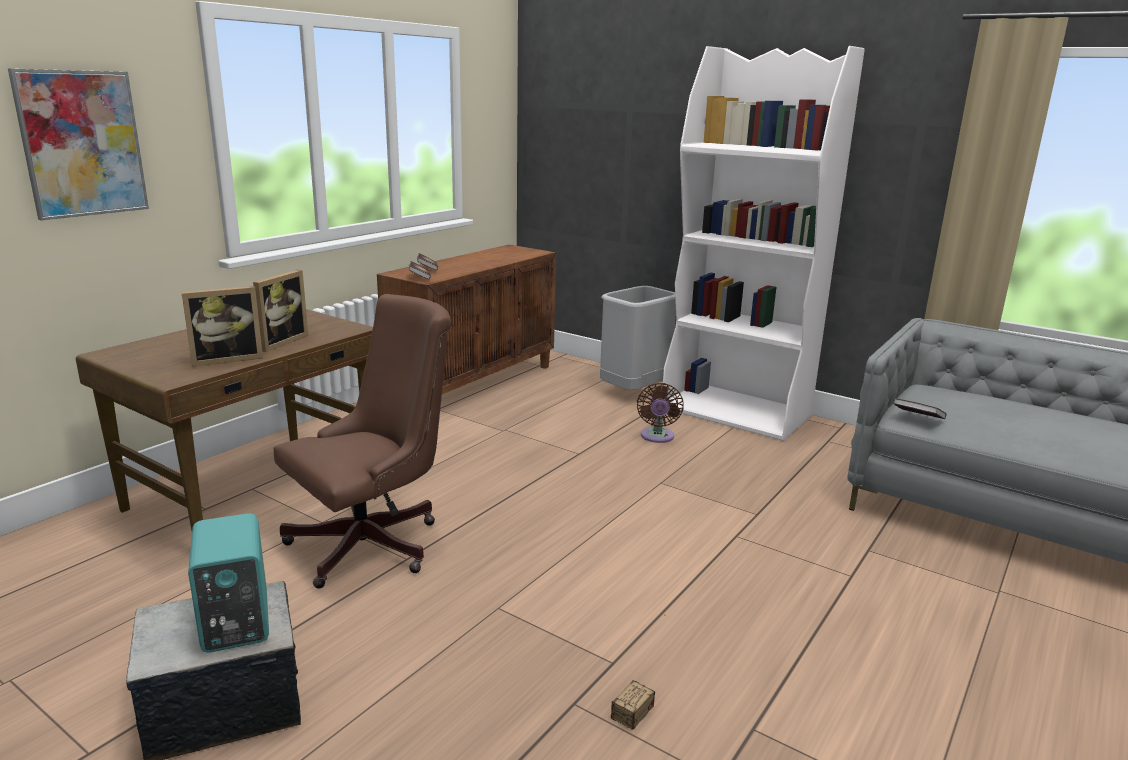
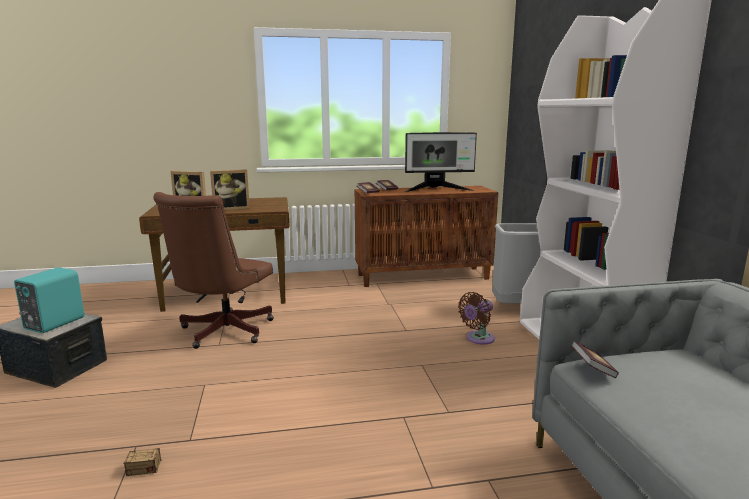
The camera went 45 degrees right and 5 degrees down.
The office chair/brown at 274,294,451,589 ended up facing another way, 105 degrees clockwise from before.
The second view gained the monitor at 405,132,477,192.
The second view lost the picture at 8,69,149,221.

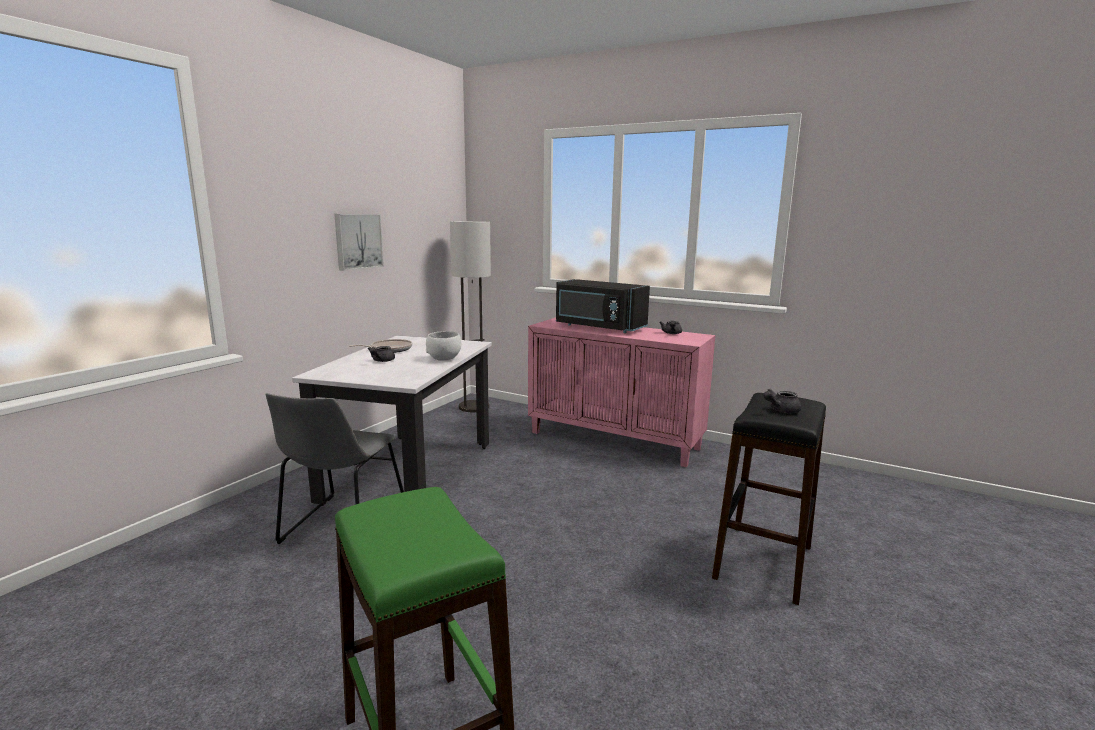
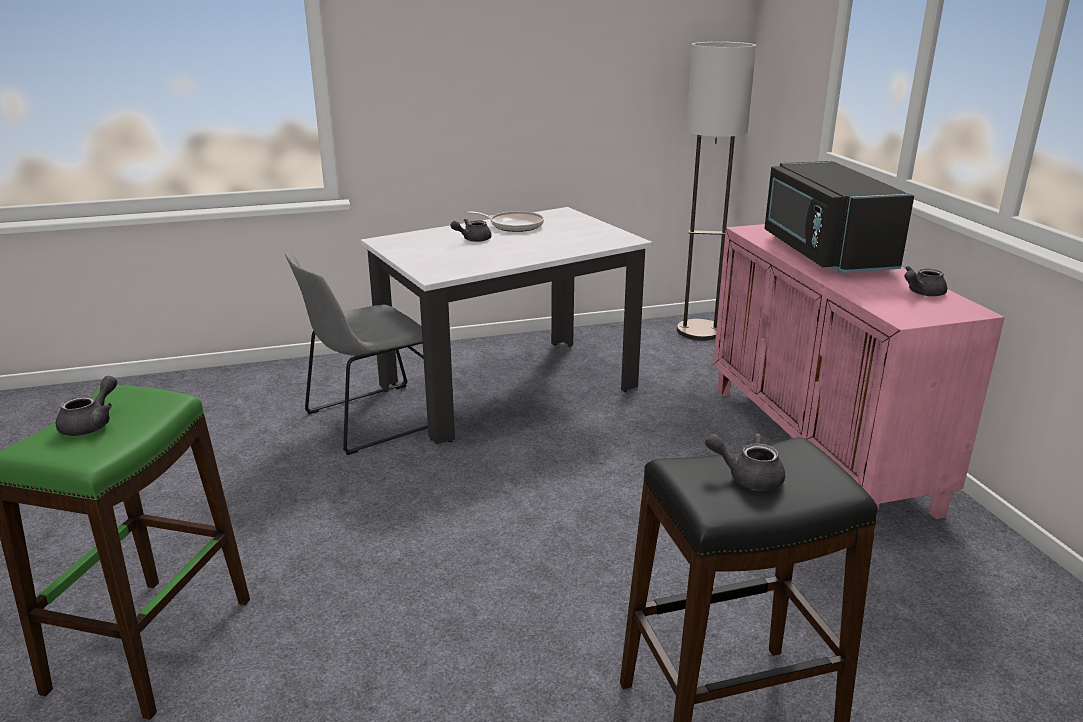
The camera went 45 degrees right and 10 degrees up.
The second view gained the teapot/grey at 56,376,117,436.
The second view lost the picture at 334,214,384,271.
The second view lost the bowl/white at 426,331,461,361.

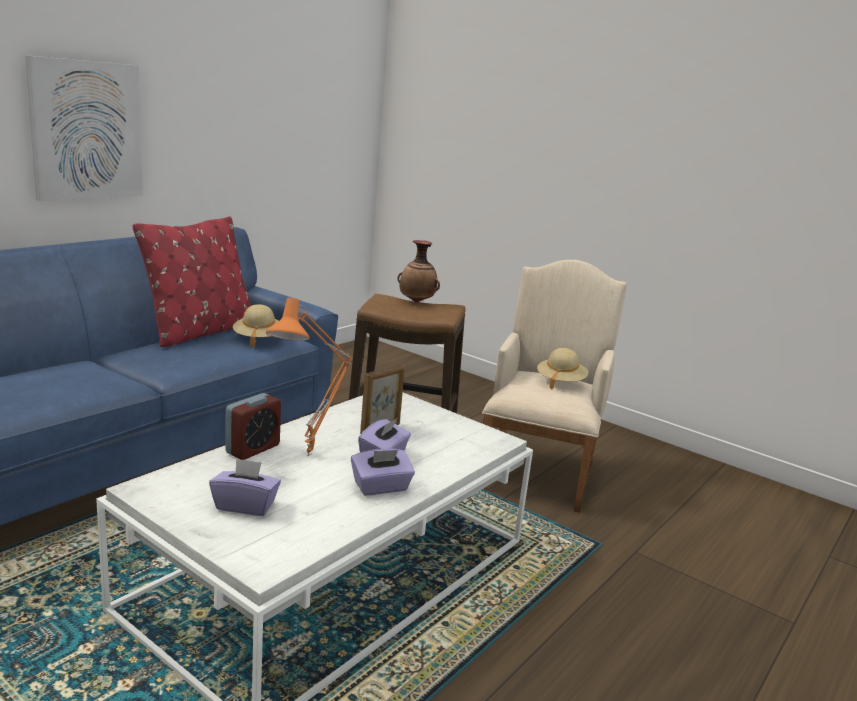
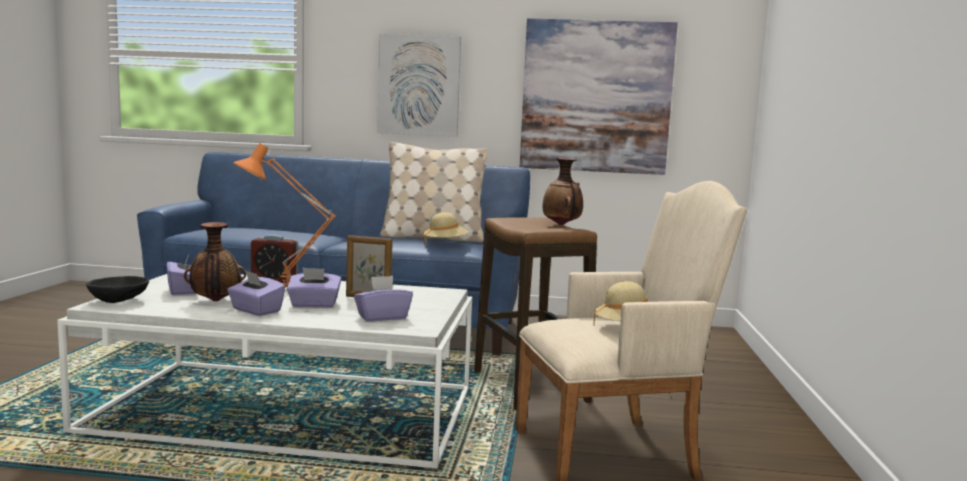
The camera went 60 degrees right and 10 degrees down.
The second view gained the bowl/black at 86,276,149,303.
The second view gained the vase at 184,222,246,301.
The second view gained the tissue box/purple at 354,276,413,321.
What was the pillow/red at 133,217,251,347 turned into the pillow/beige at 380,142,488,242.
The second view gained the picture at 520,18,678,175.

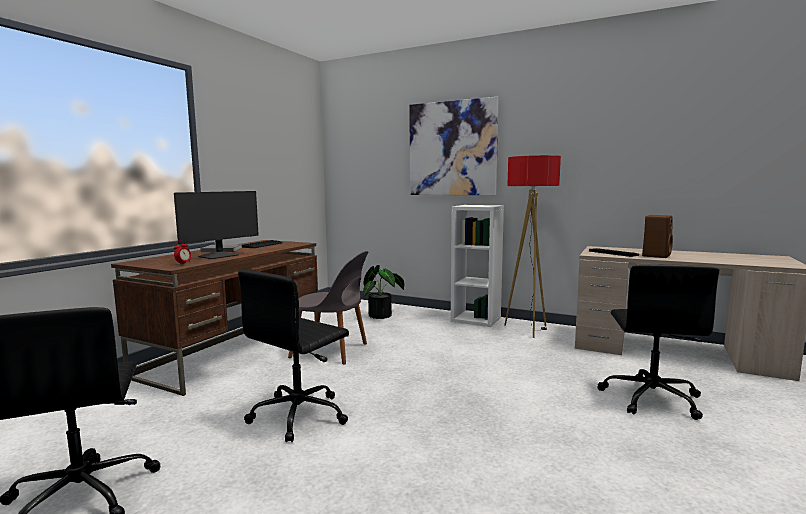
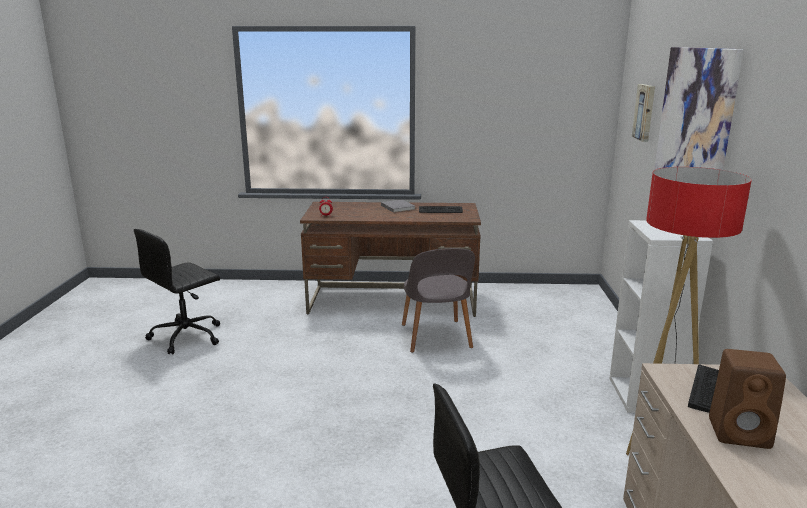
The camera went 65 degrees right and 10 degrees up.
The second view gained the picture at 632,84,655,142.
The second view lost the monitor at 174,191,259,259.
The second view lost the office chair/black at 238,270,349,442.
The second view lost the potted plant at 363,265,404,319.

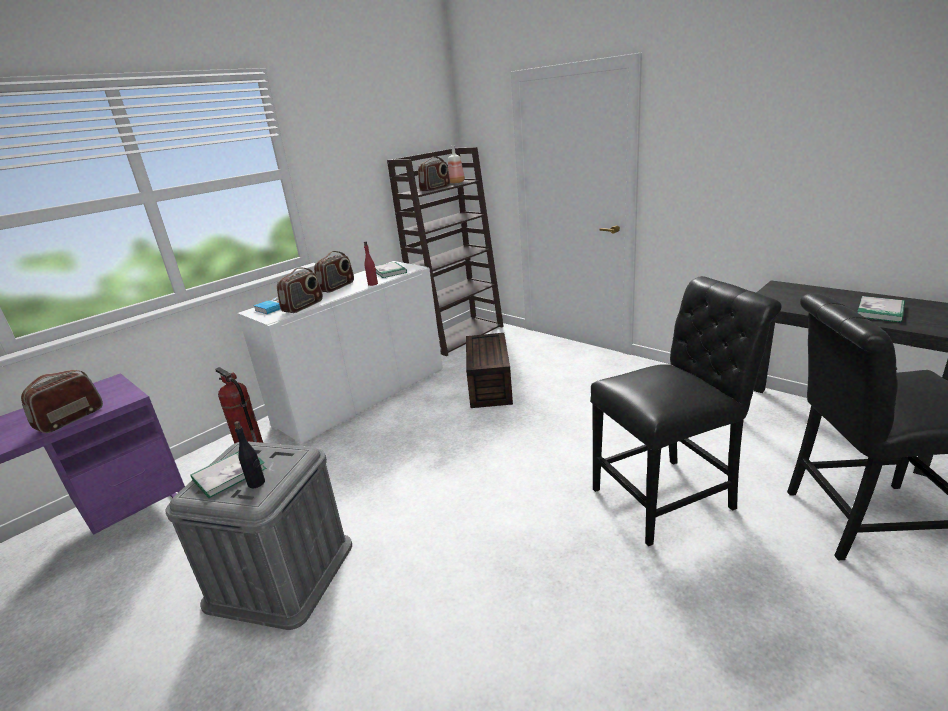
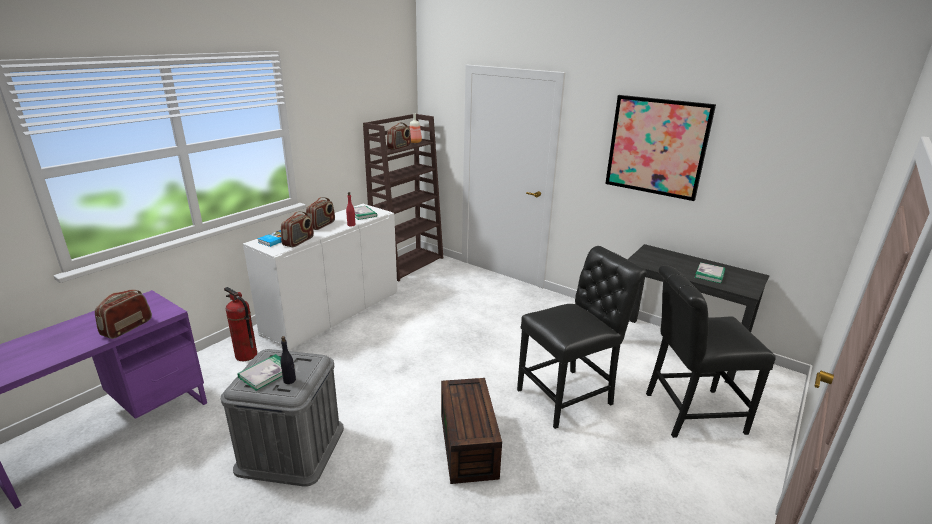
The camera went 10 degrees left and 0 degrees up.
The storage box/brown ended up elsewhere, having gone from 466,333,513,408 to 441,378,502,484.
The second view gained the picture at 605,95,716,201.

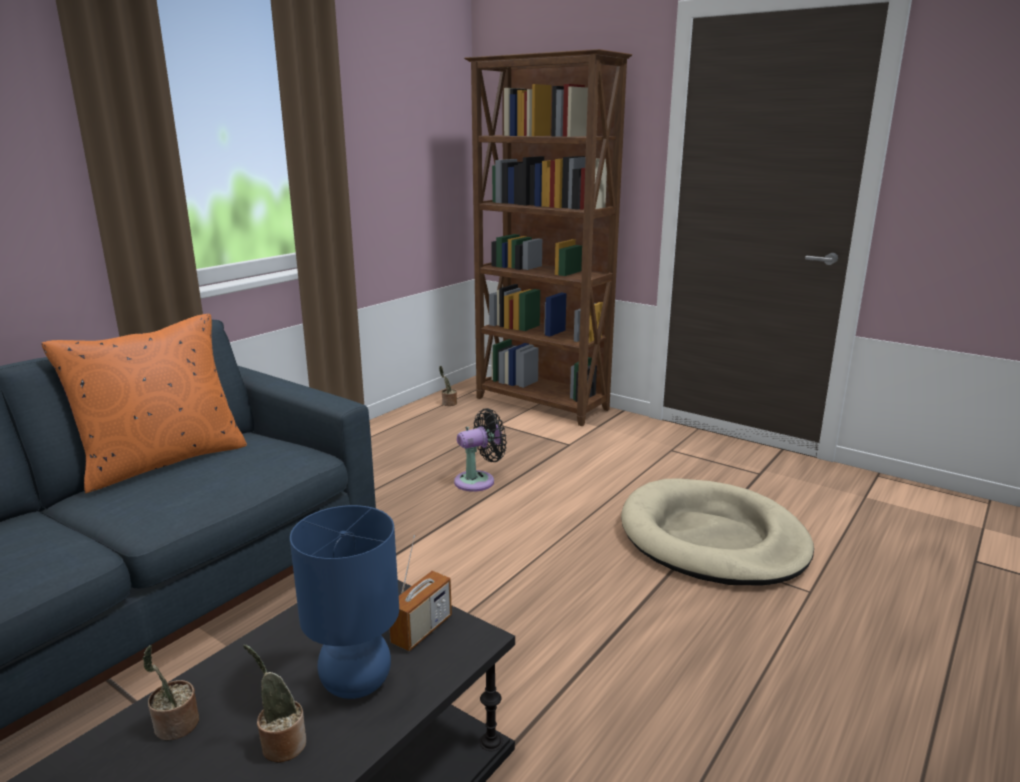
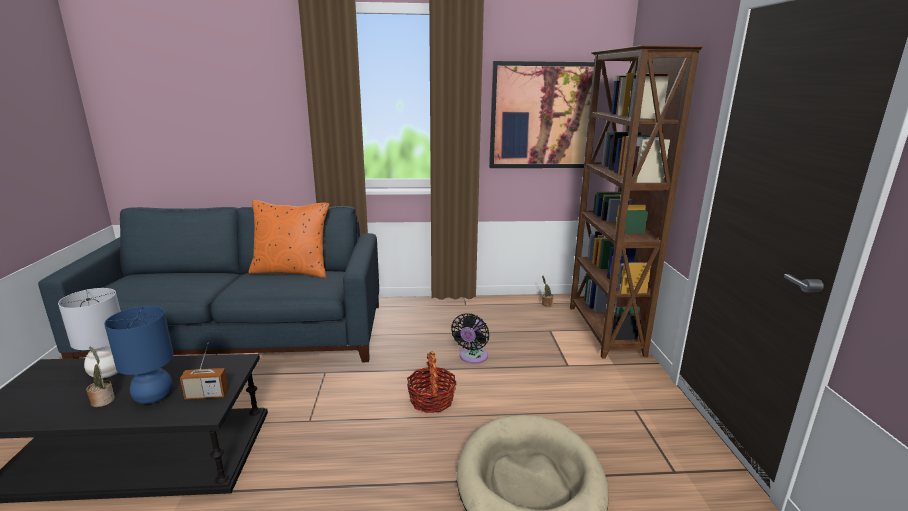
The camera went 50 degrees right and 0 degrees up.
Where the potted plant stood at 143,645,199,741, the table lamp/grey came to stand at 58,288,121,378.
The second view gained the basket at 407,351,456,413.
The fan/black at 454,408,507,492 ended up facing another way, 90 degrees clockwise from before.
The second view gained the picture at 489,61,594,168.

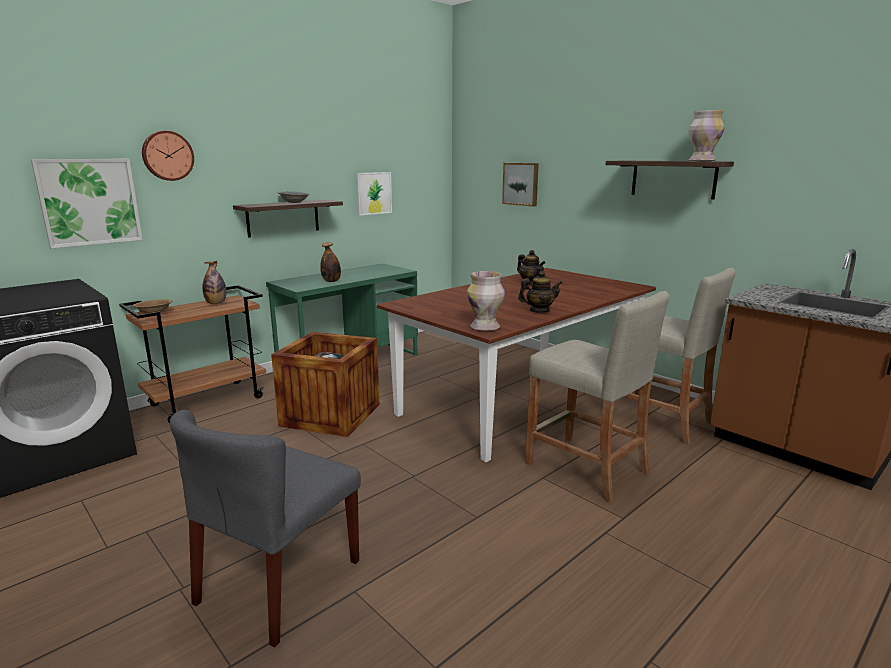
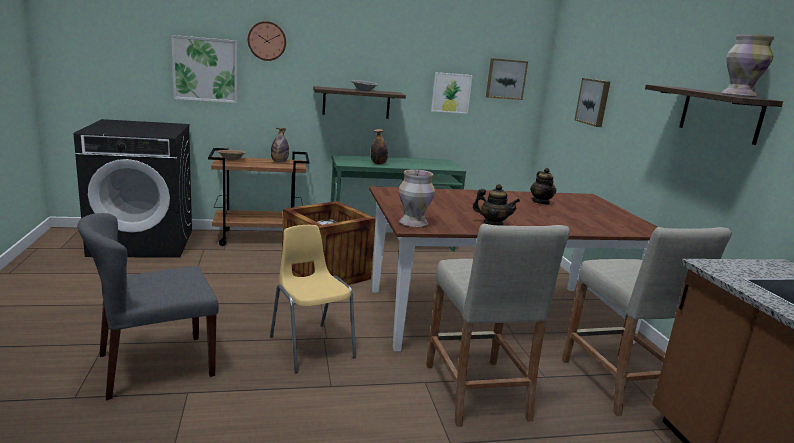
The camera went 30 degrees right and 0 degrees up.
The second view gained the chair/yellow at 270,225,356,373.
The second view gained the picture at 486,58,528,100.

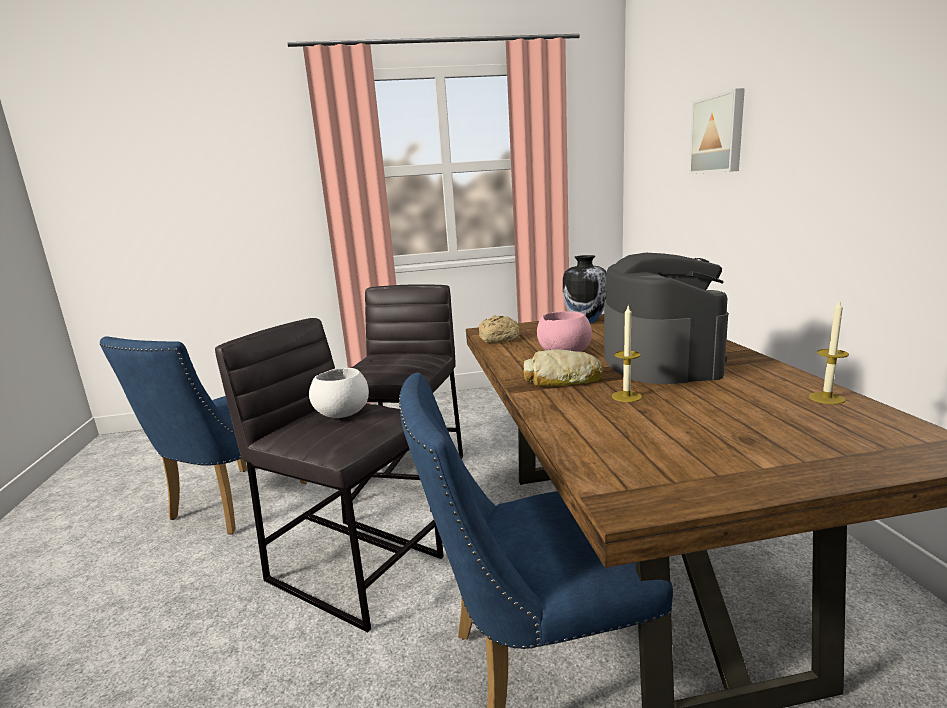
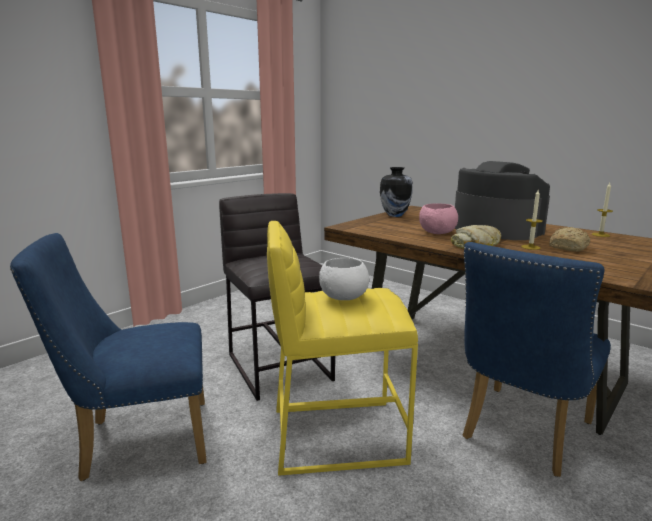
The camera went 40 degrees left and 0 degrees up.
The chair/blue at 99,336,307,534 ended up facing another way, 90 degrees clockwise from before.
What was the stool/grey at 215,318,444,632 turned into the stool/yellow at 267,221,418,476.
The bread ended up elsewhere, having gone from 479,316,519,343 to 549,227,590,252.
The second view lost the picture at 689,88,745,174.

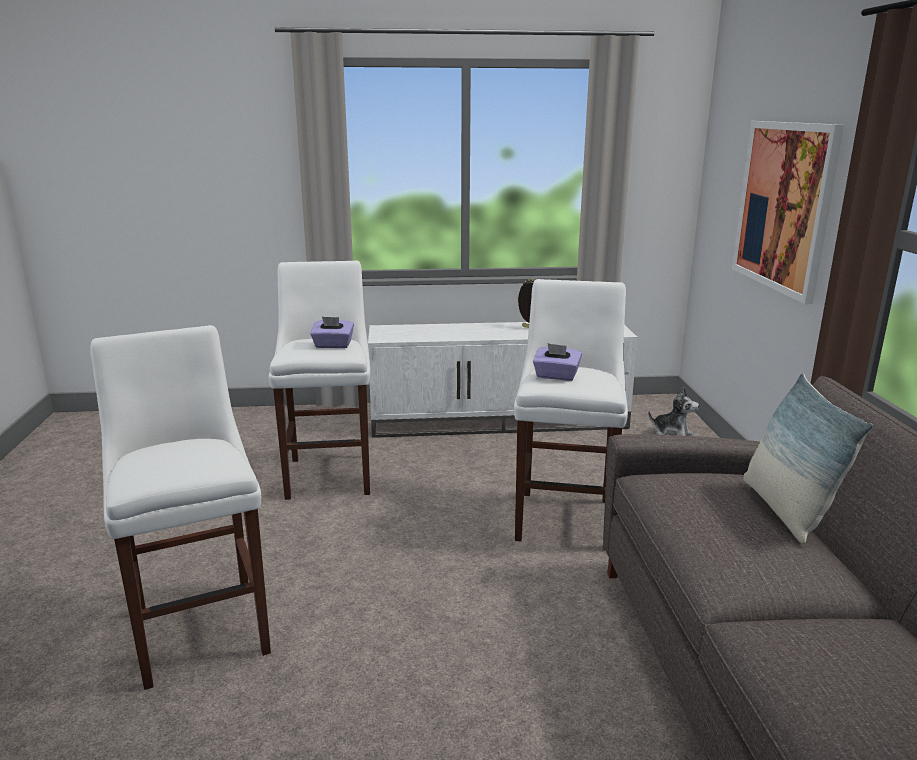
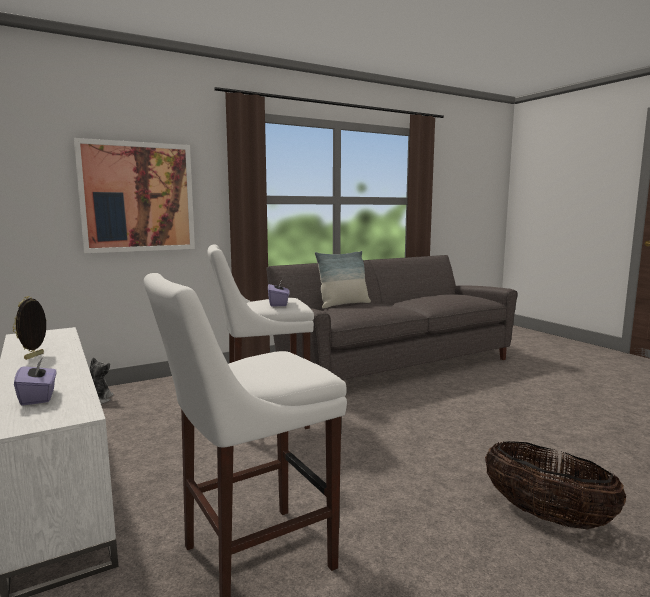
The camera went 115 degrees left and 10 degrees down.
The tissue box/purple ended up elsewhere, having gone from 310,317,354,348 to 14,357,57,406.
Where the stool/white stood at 90,325,271,690, the basket came to stand at 485,441,626,530.

